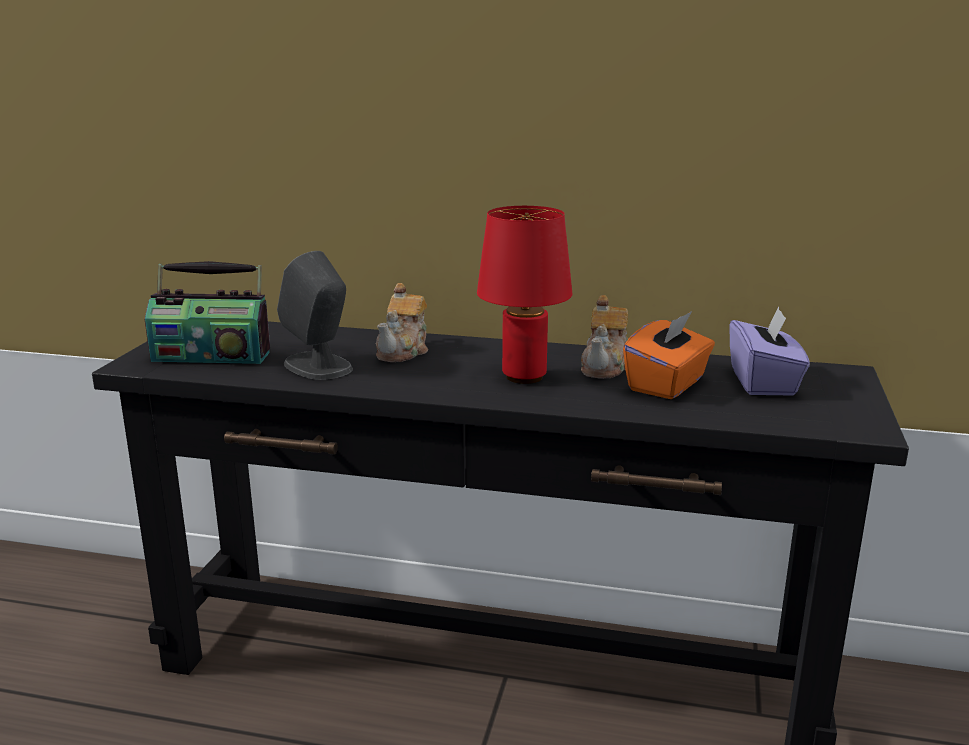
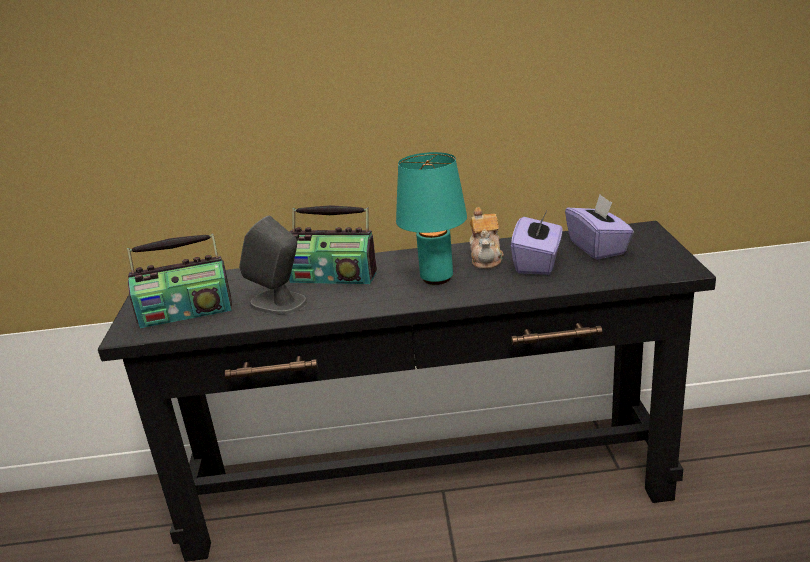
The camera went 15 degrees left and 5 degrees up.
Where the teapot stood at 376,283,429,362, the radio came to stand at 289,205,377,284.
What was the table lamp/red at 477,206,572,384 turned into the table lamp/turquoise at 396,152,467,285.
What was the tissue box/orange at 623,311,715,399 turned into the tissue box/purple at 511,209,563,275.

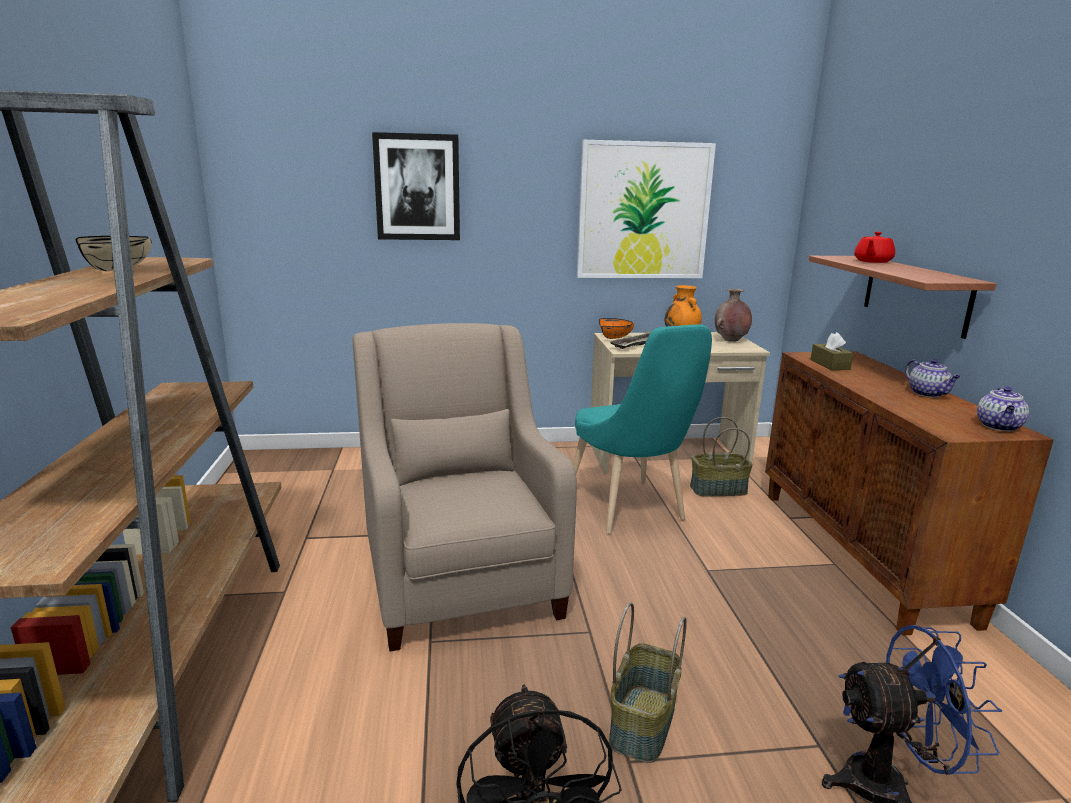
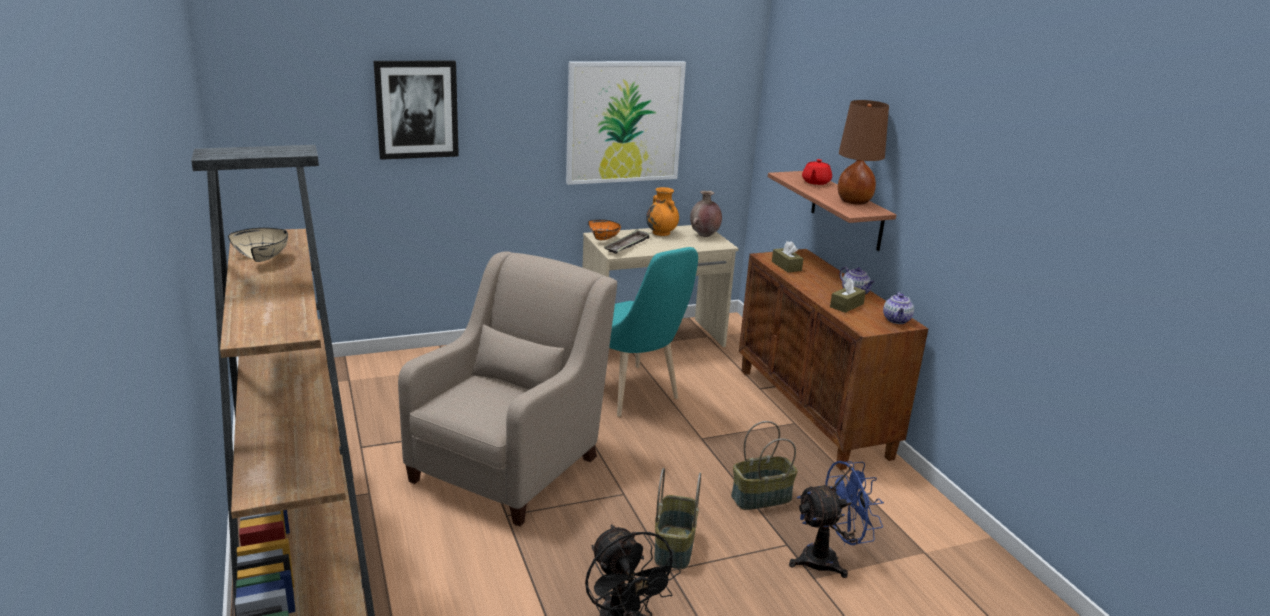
The camera went 15 degrees left and 5 degrees up.
The armchair/beige at 352,323,577,651 ended up facing another way, 60 degrees clockwise from before.
The basket ended up elsewhere, having gone from 690,417,753,496 to 731,421,798,510.
The second view gained the tissue box/brown at 830,278,866,313.
The second view gained the table lamp/brown at 838,100,889,205.

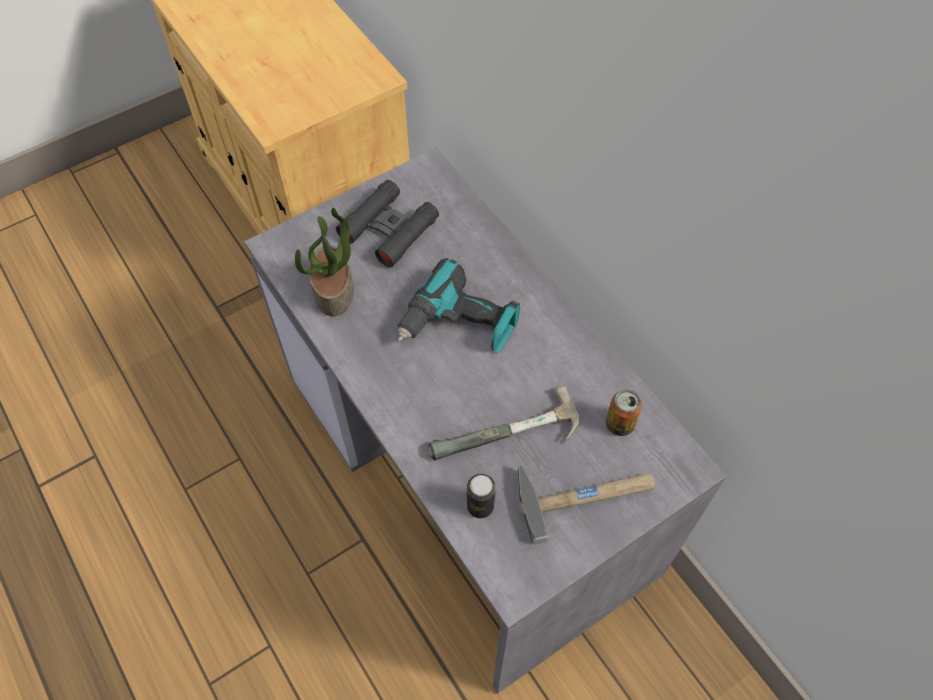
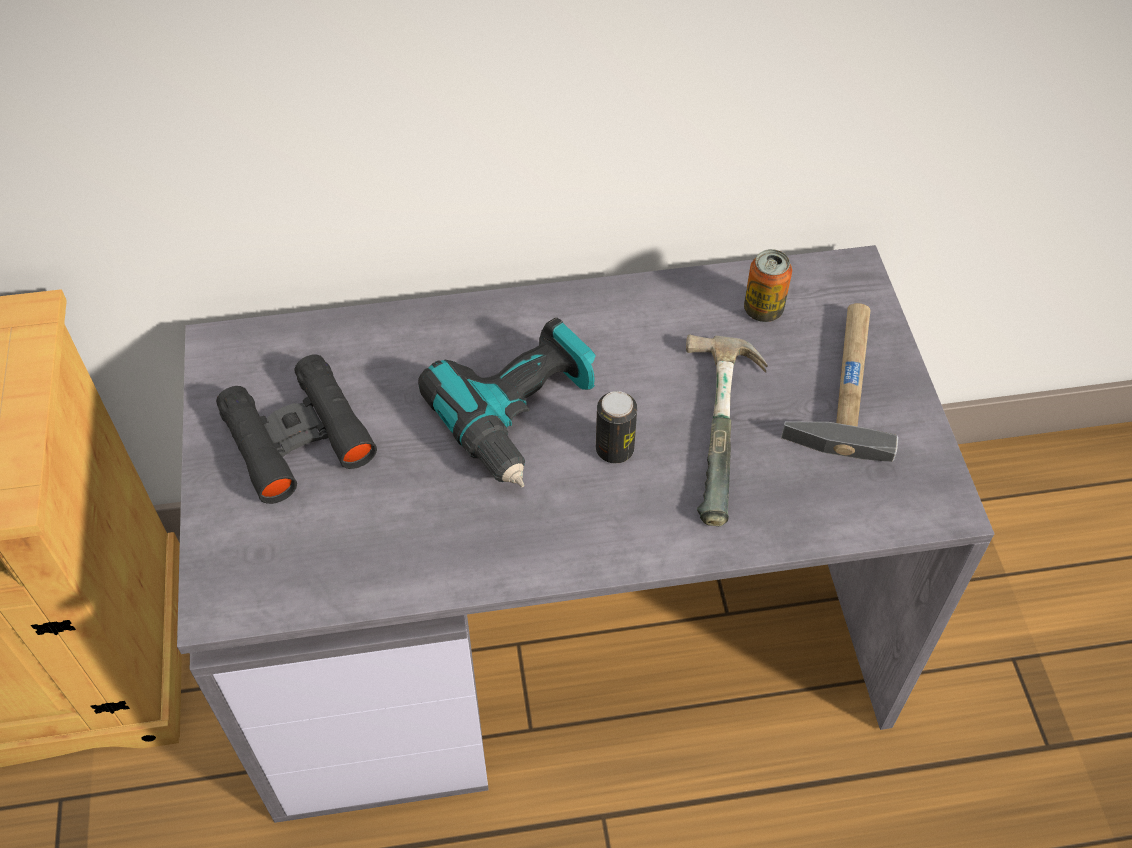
The camera went 65 degrees left and 5 degrees down.
The can ended up elsewhere, having gone from 467,474,496,518 to 596,391,637,463.
The second view lost the potted plant at 295,208,355,317.

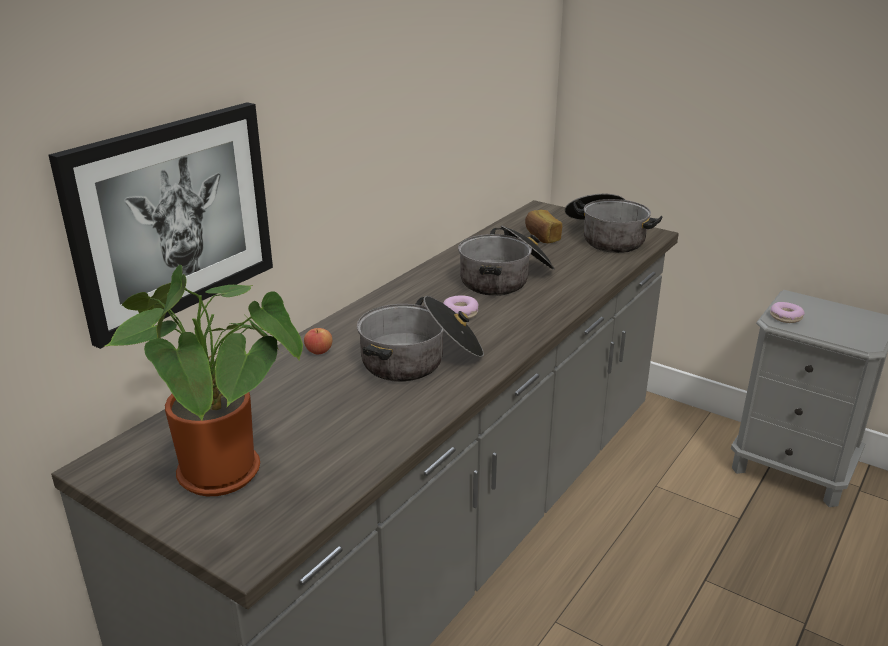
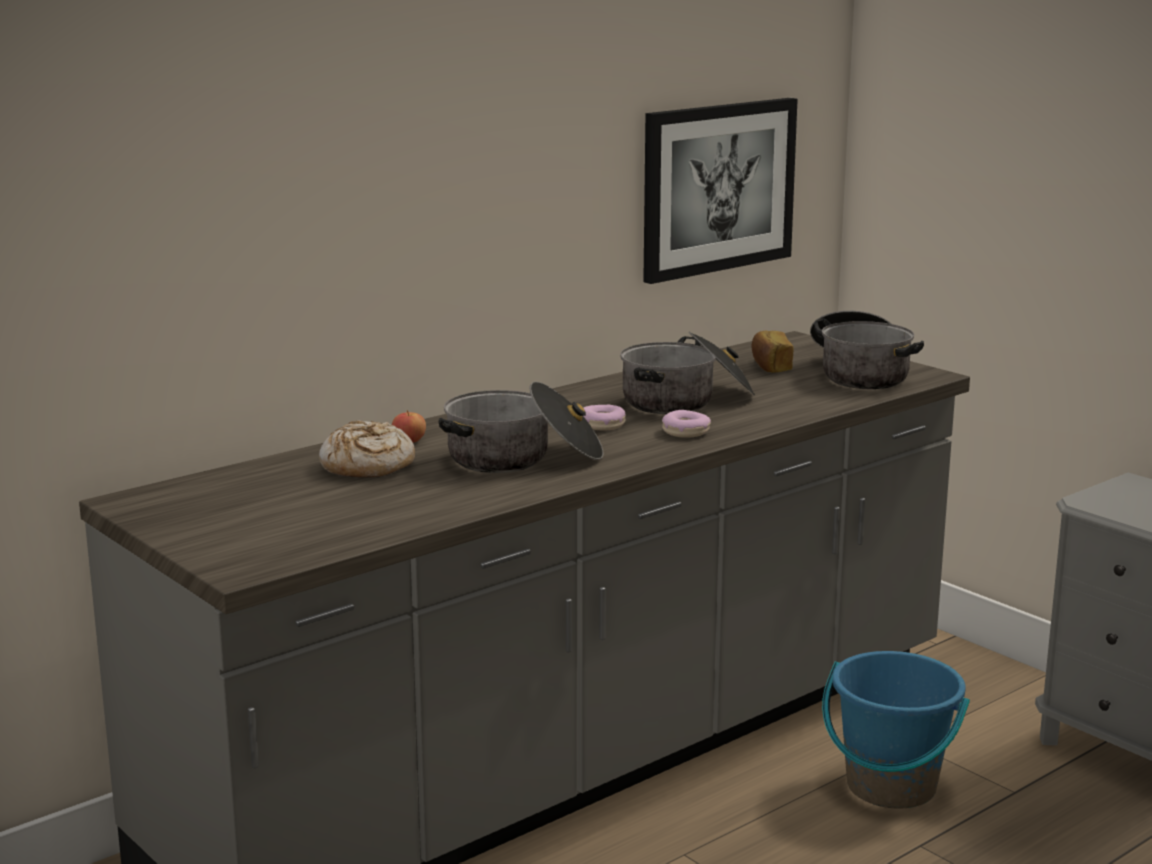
The camera went 15 degrees right and 10 degrees down.
The second view gained the bread at 319,421,415,478.
The picture ended up elsewhere, having gone from 49,102,273,349 to 643,98,798,284.
The donut ended up elsewhere, having gone from 770,302,805,323 to 662,410,711,438.
The second view gained the bucket/blue at 822,651,970,809.
The second view lost the potted plant at 103,265,303,496.

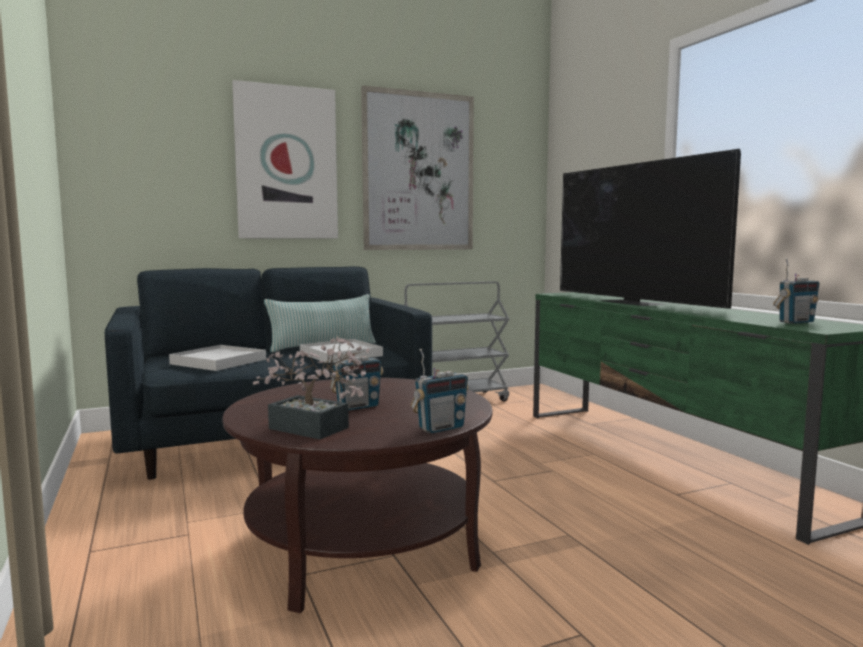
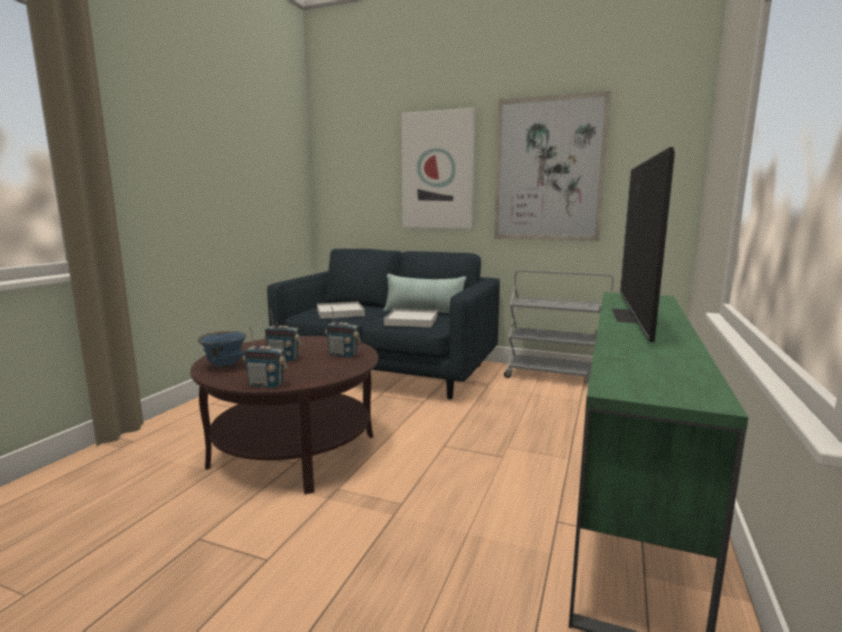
The camera went 45 degrees right and 5 degrees up.
Where the potted plant stood at 253,337,370,439, the bowl/blue came to stand at 198,331,247,367.
The radio ended up elsewhere, having gone from 773,258,820,324 to 325,307,361,357.

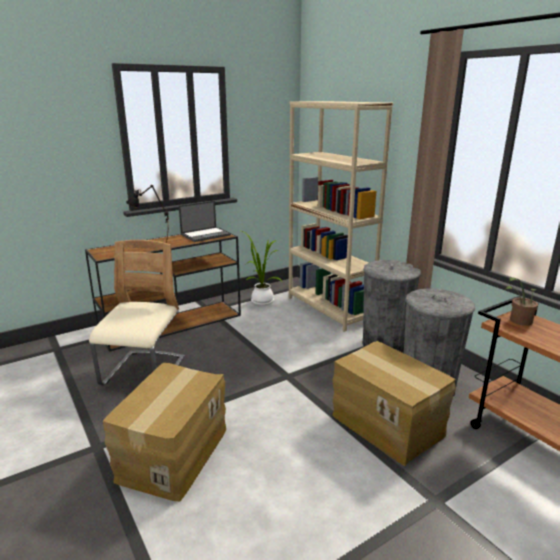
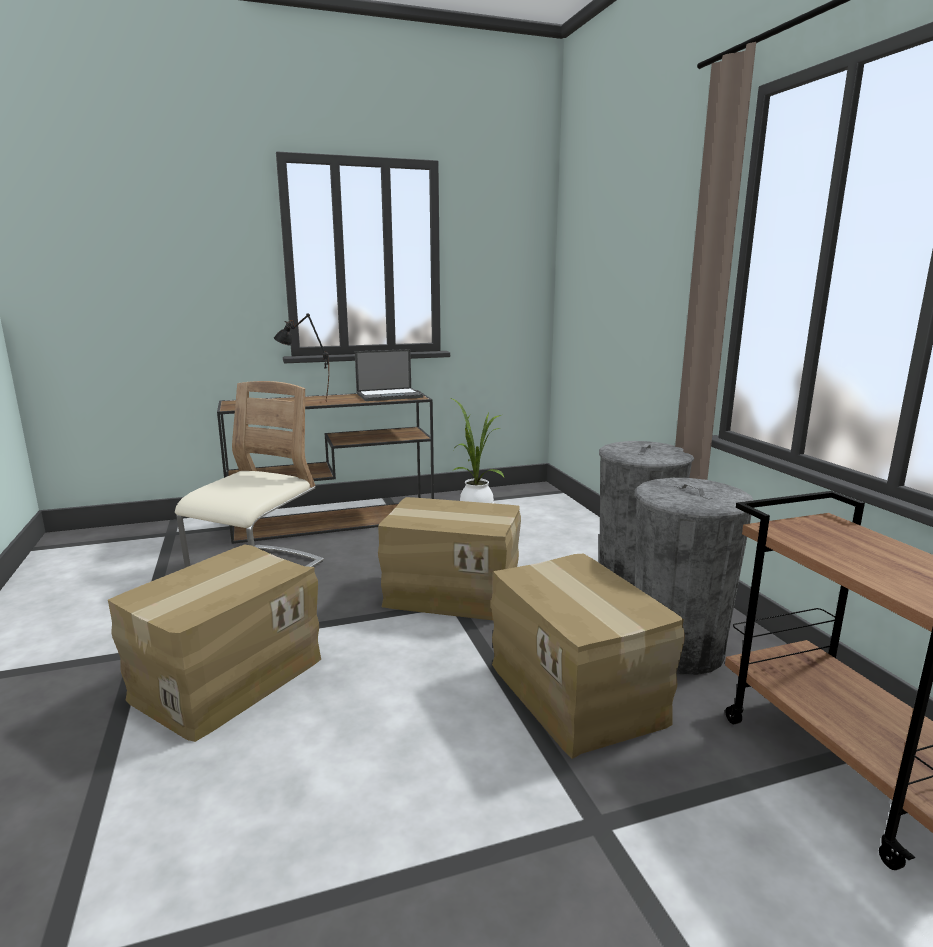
The camera went 15 degrees right and 5 degrees down.
The second view gained the cardboard box at 378,497,521,620.
The second view lost the bookcase/beige at 289,101,393,332.
The second view lost the potted plant at 505,277,538,326.

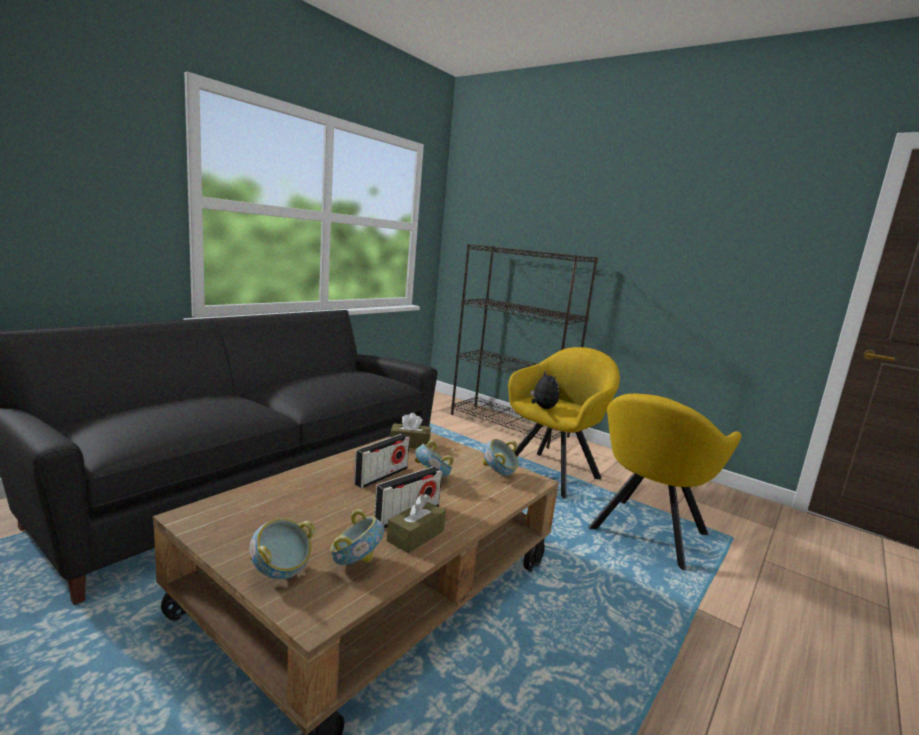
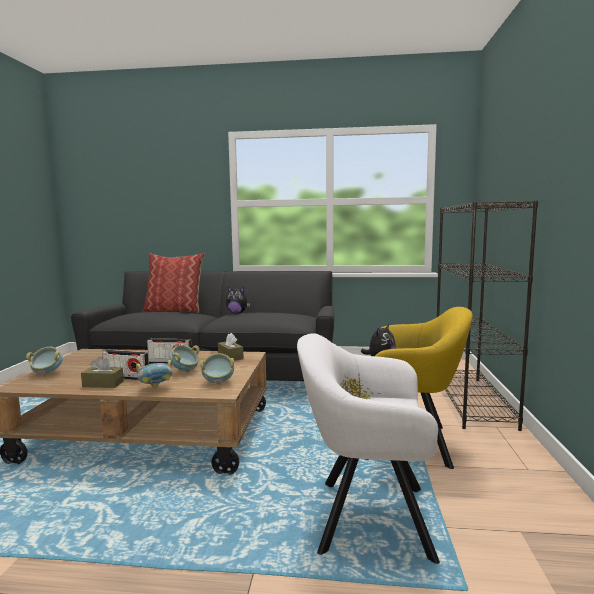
The camera went 60 degrees right and 5 degrees down.
The bowl ended up elsewhere, having gone from 330,509,384,565 to 136,360,172,388.
The second view gained the pillow at 142,253,205,313.
The second view gained the plush toy at 226,287,251,314.
What was the armchair/yellow at 588,394,741,570 turned into the armchair/white at 297,333,440,564.

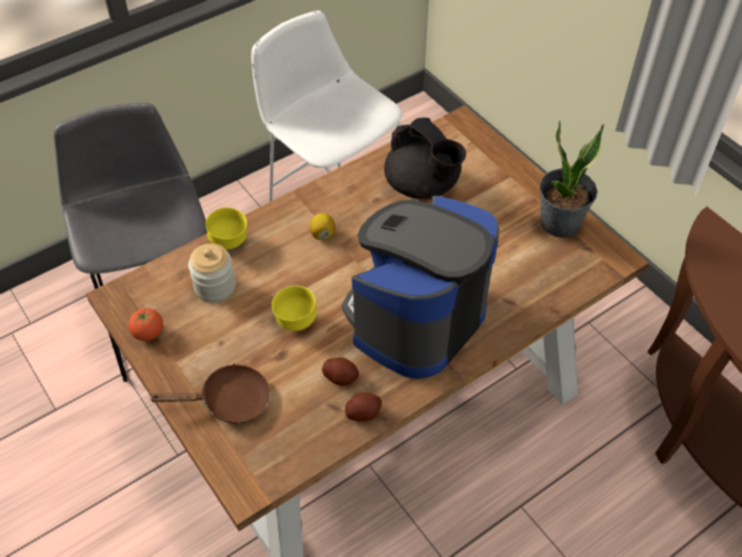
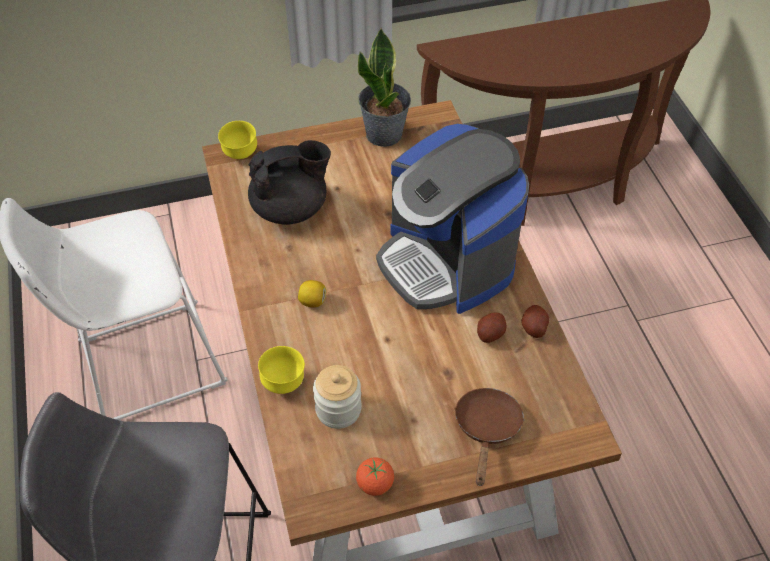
The camera went 70 degrees left and 0 degrees up.
The bowl/yellow ended up elsewhere, having gone from 272,286,317,331 to 218,121,257,159.

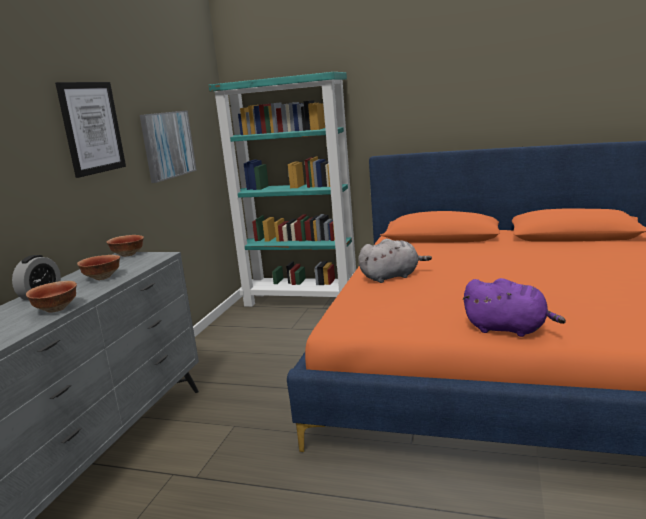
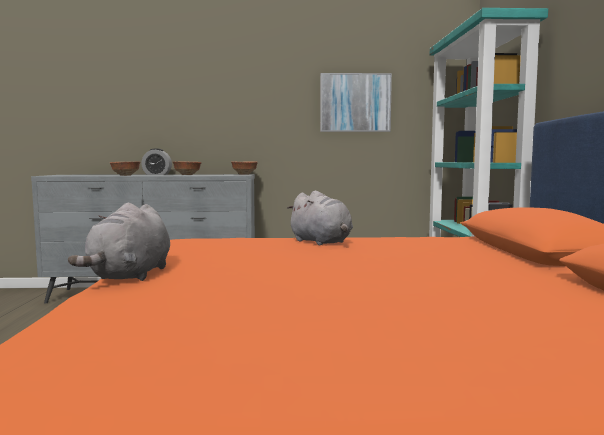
The camera went 70 degrees right and 10 degrees down.
What was the plush toy/purple at 463,278,566,337 turned into the plush toy/grey at 68,203,170,281.
The second view lost the picture at 55,82,126,178.

